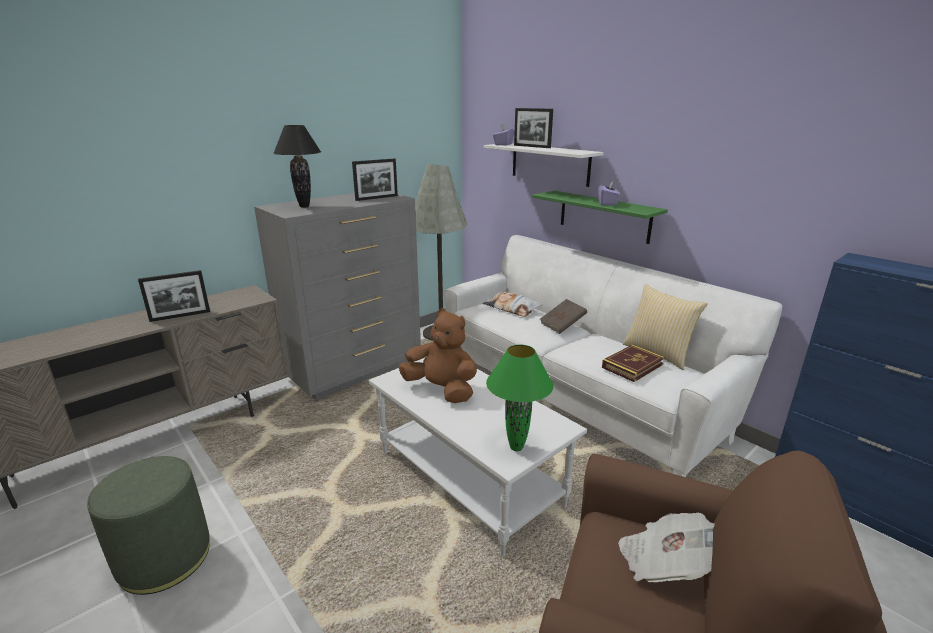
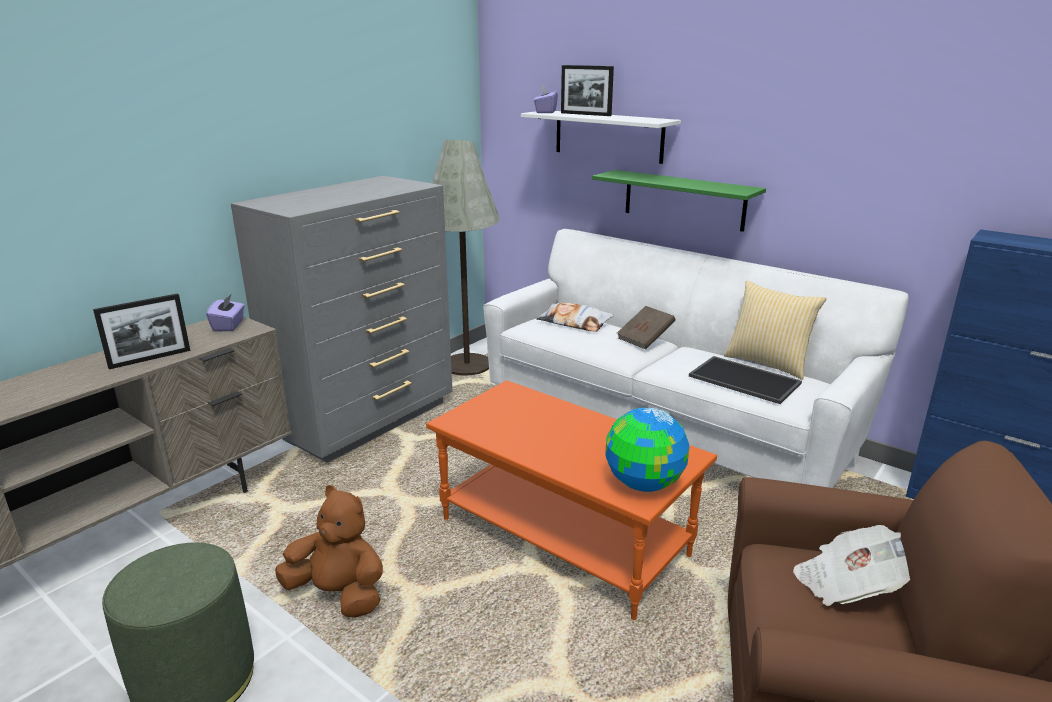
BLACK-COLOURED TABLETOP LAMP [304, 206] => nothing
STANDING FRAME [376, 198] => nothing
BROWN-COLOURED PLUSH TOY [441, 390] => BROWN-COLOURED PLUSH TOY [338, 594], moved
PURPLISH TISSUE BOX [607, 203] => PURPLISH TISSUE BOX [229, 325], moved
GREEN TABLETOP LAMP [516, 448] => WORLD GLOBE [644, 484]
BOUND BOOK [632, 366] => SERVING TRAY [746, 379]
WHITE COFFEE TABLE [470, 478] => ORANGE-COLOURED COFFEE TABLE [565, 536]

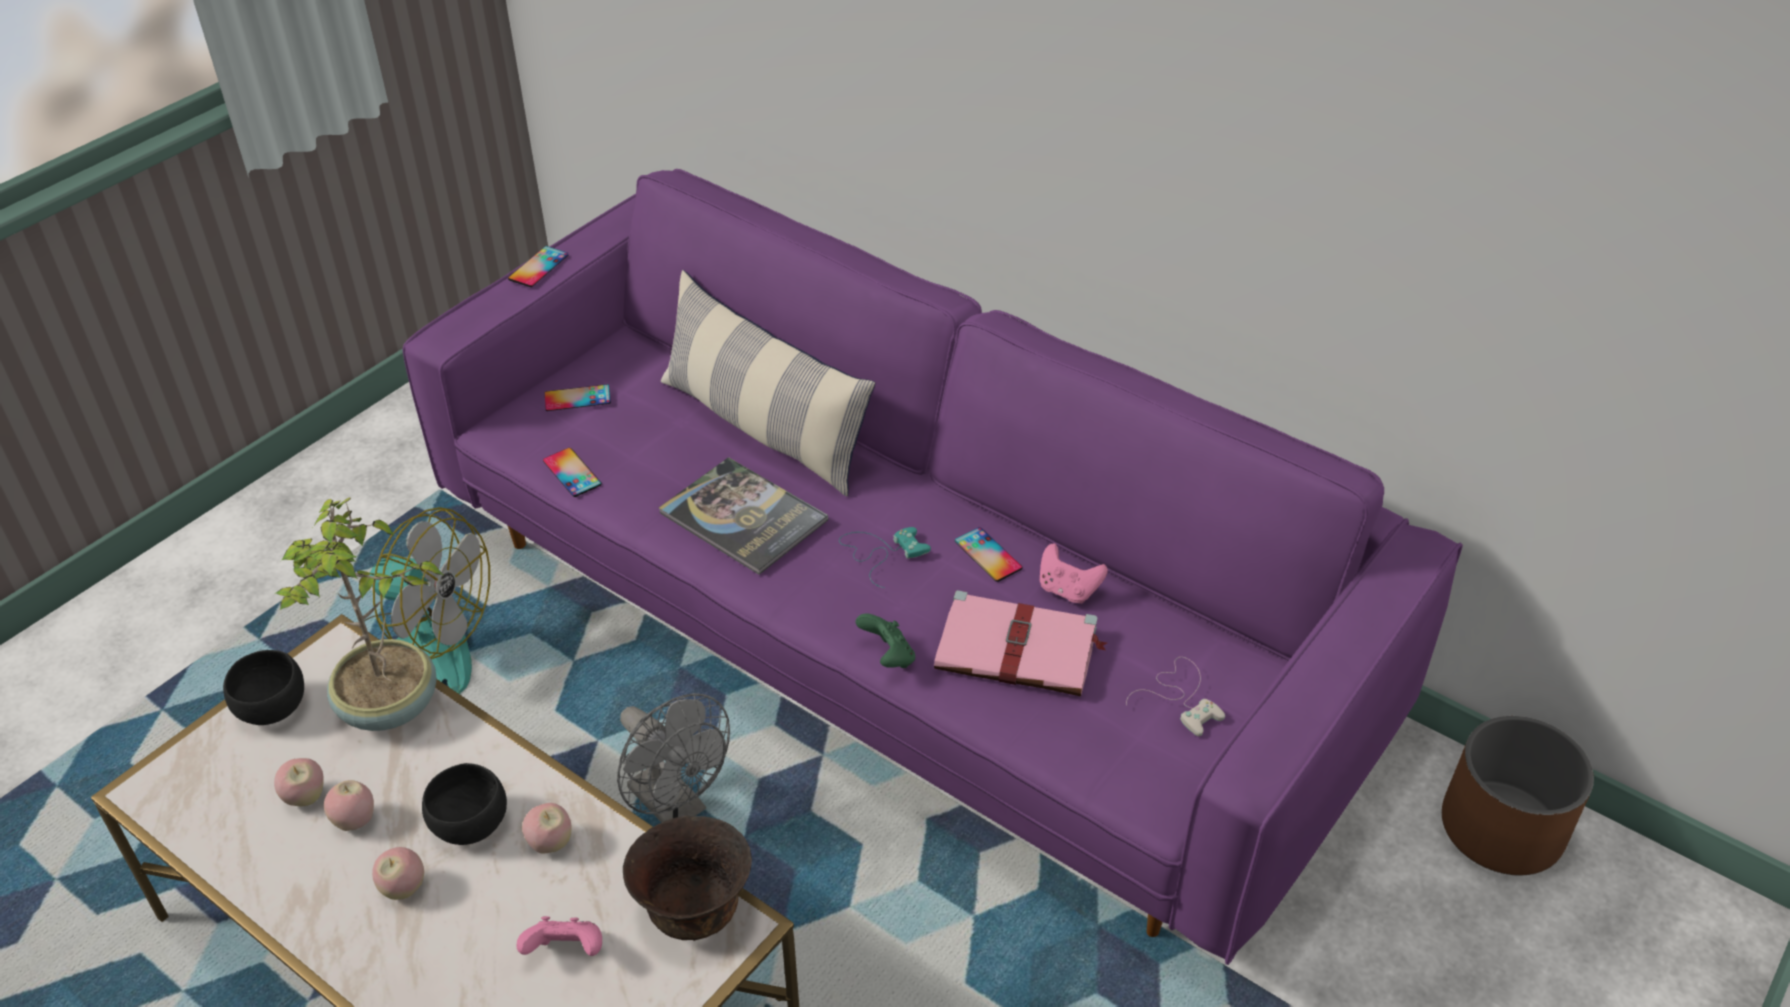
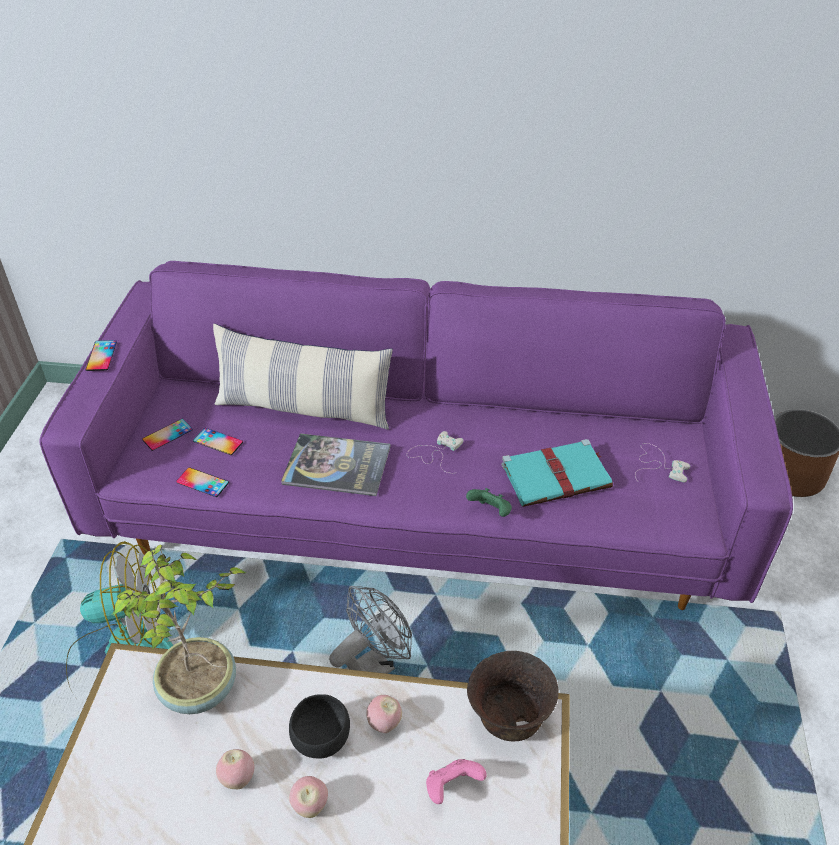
BLACK-COLOURED SERVING BOWL [272, 711] => nothing
APPLE [306, 797] => nothing
PINK JOYPAD [1068, 590] => nothing
HANDSET [988, 555] => HANDSET [218, 442], moved
TURQUOISE JOYPAD [881, 552] => WHITE JOYPAD [435, 453]
PINK BOUND BOOK [1019, 650] => TURQUOISE BOUND BOOK [557, 476]
GRAY FAN [676, 807] => GRAY FAN [372, 668], 60 degrees counterclockwise

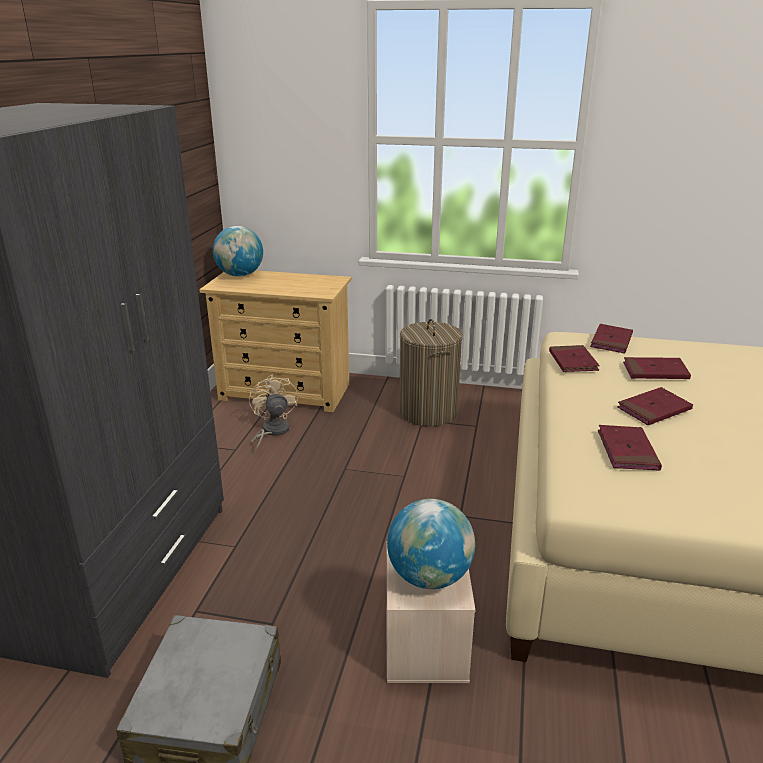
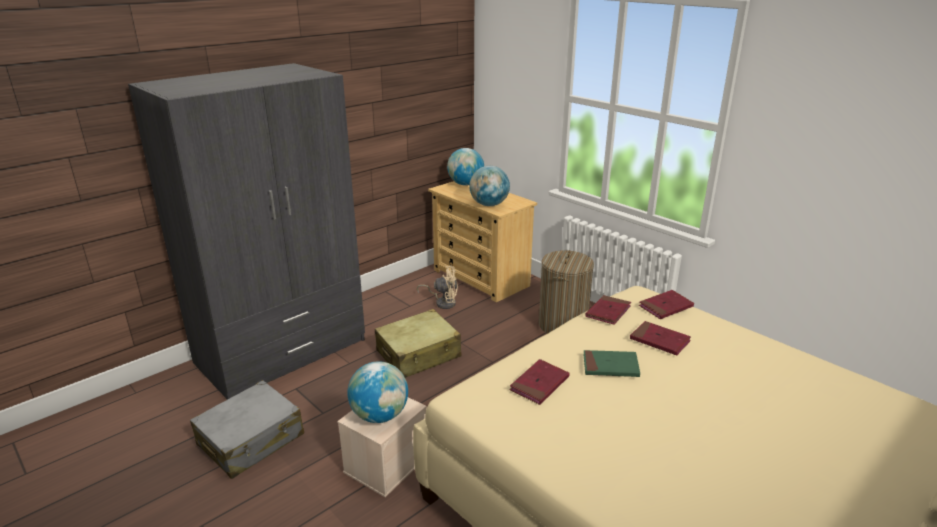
nothing => SAND-COLOURED TRAVEL CASE [419, 354]
nothing => WORLD GLOBE [489, 205]
REDDISH BOUND BOOK [654, 409] => GREEN BOUND BOOK [610, 366]
SAND-COLOURED FAN [272, 432] => SAND-COLOURED FAN [443, 302], 75 degrees clockwise

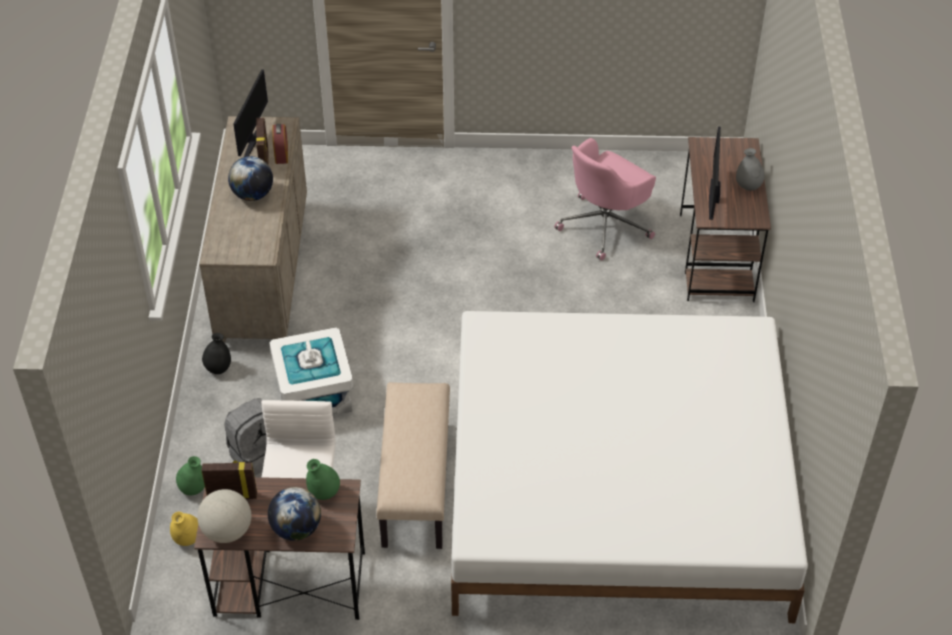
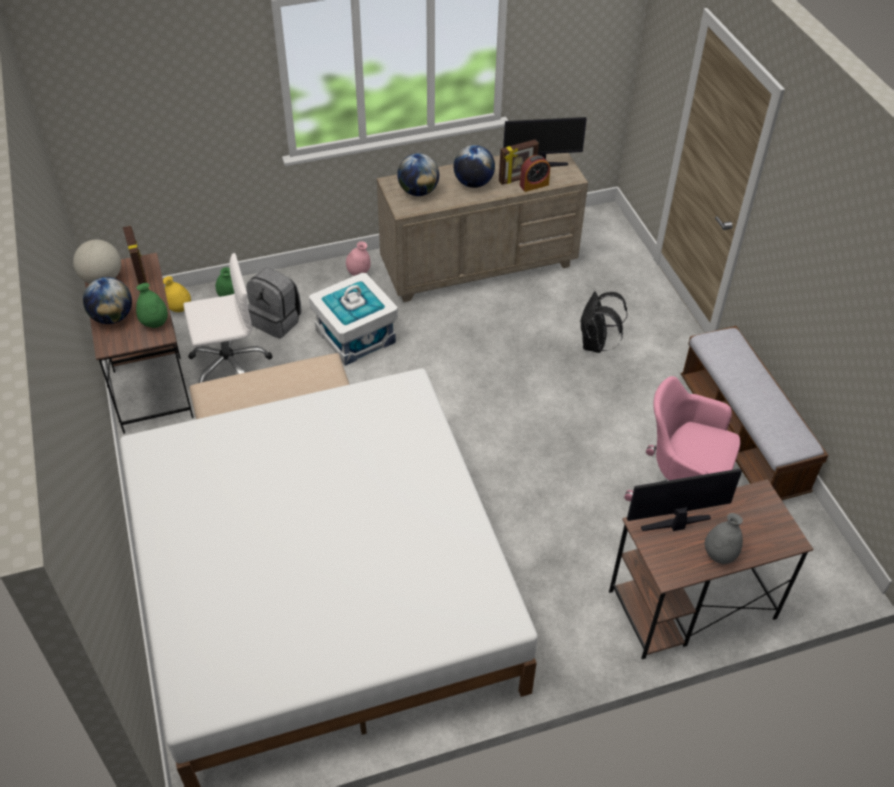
nothing => WORLD GLOBE [418, 191]
nothing => BLACK-COLOURED RUCKSACK [595, 344]
nothing => LONG SEAT [741, 435]
BLACK-COLOURED VASE [218, 368] => PINK VASE [358, 272]

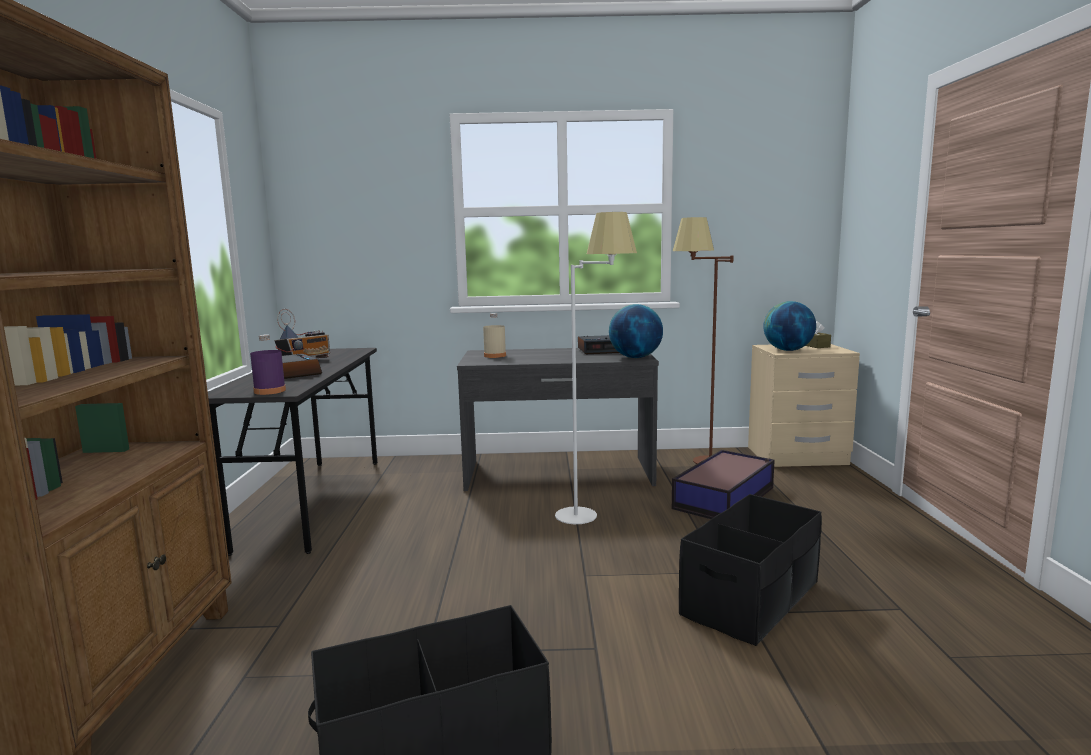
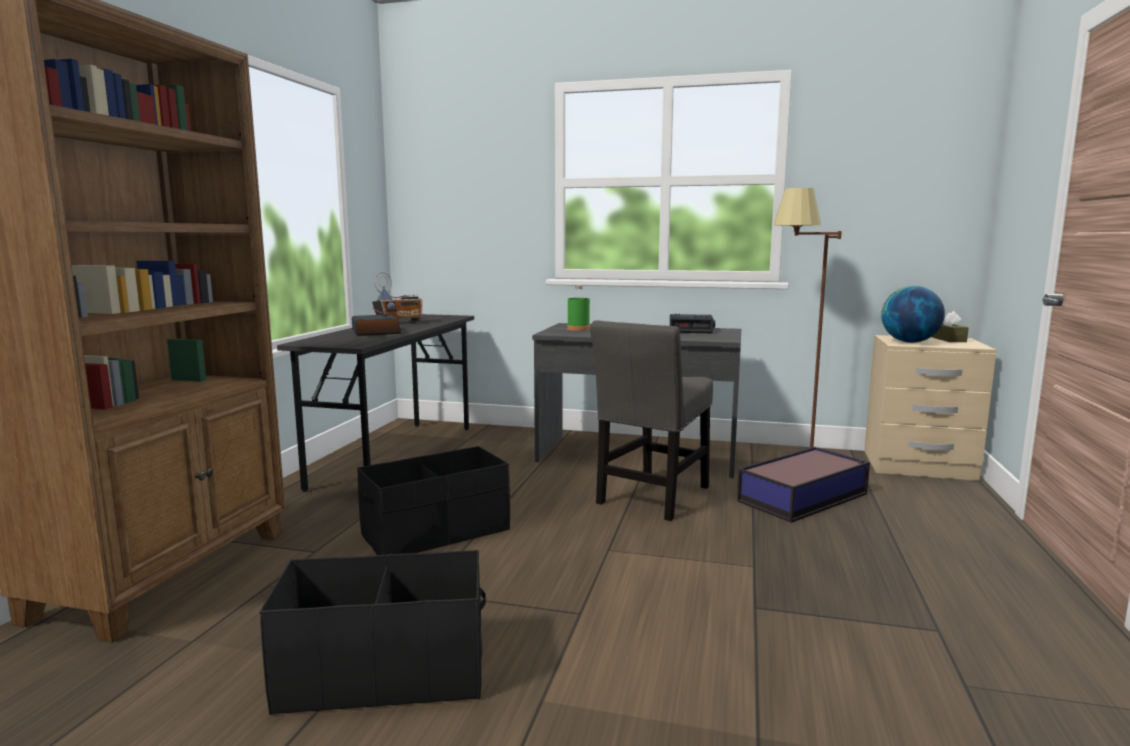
PURPLISH DRINK BOTTLE [270, 391] => nothing
WORLD GLOBE [635, 357] => nothing
BLACK-COLOURED STORAGE BOX [751, 598] => BLACK-COLOURED STORAGE BOX [436, 533], moved
WHITE STANDARD LAMP [595, 515] => GRAY UPRIGHT CHAIR [652, 497]
SAND-COLOURED DRINK BOTTLE [495, 356] => GREEN DRINK BOTTLE [578, 329]

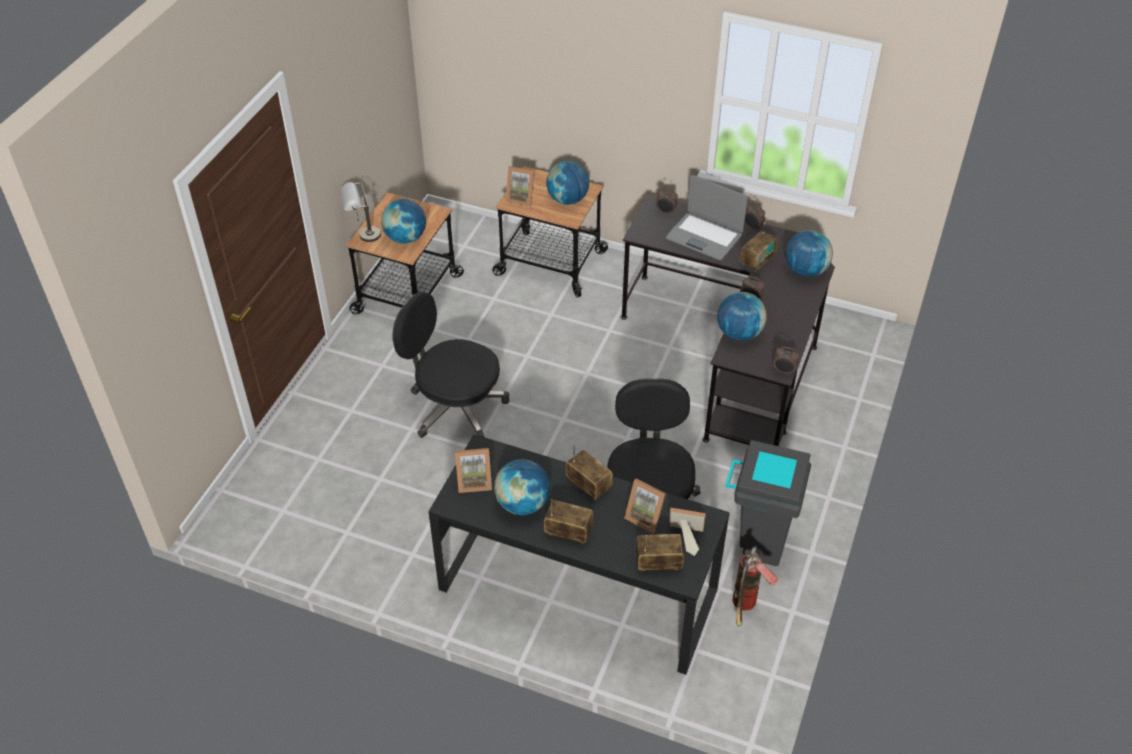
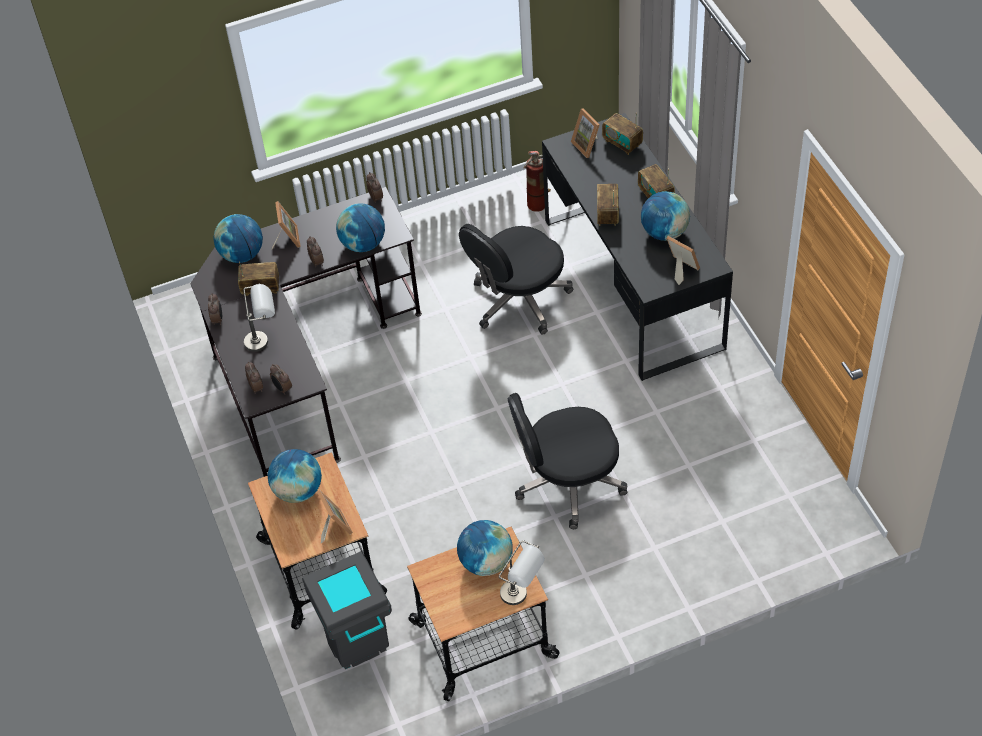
nothing => ALARM CLOCK [282, 389]
STANDING FRAME [645, 516] => STANDING FRAME [286, 239], moved
GRAY TRASH CAN [757, 542] => GRAY TRASH CAN [361, 653], moved
LAPTOP [704, 237] => GRAY TABLETOP LAMP [264, 340]
BLACK-COLOURED OFFICE CHAIR [455, 407] => BLACK-COLOURED OFFICE CHAIR [567, 483], 90 degrees clockwise

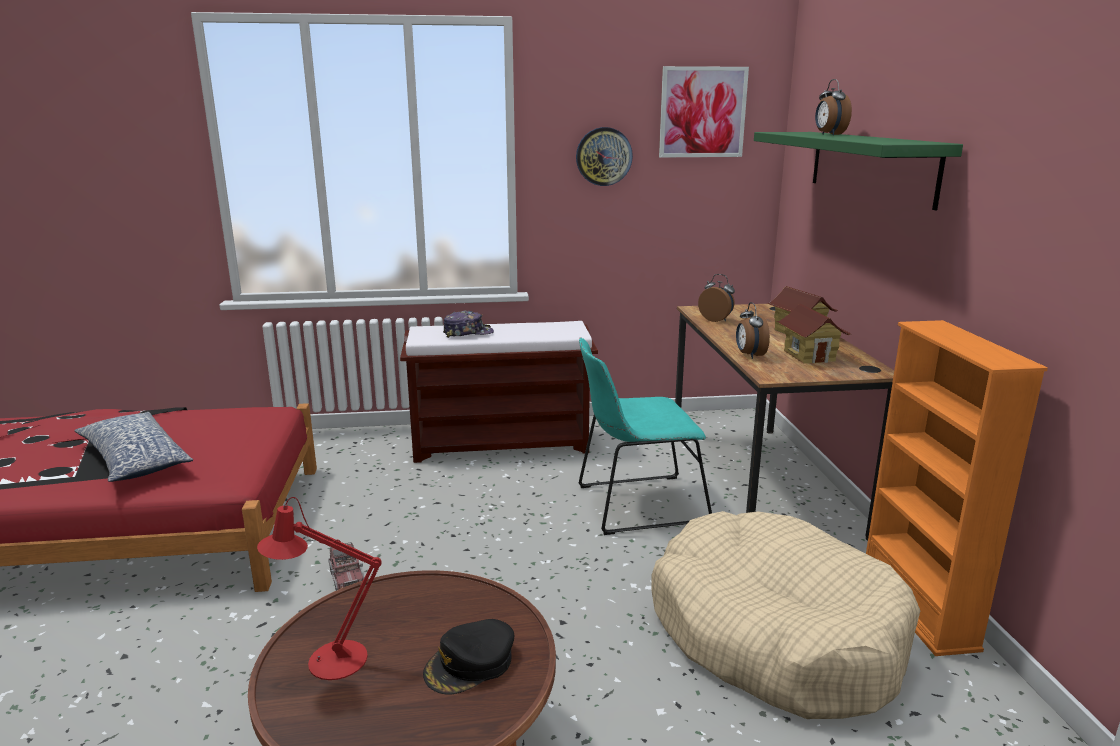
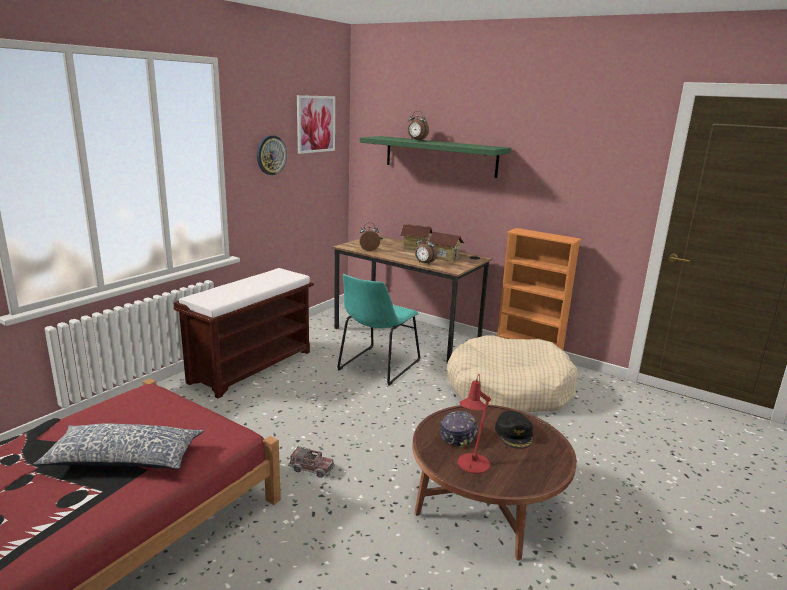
PEAKED CAP [468, 333] => PEAKED CAP [459, 434], moved

